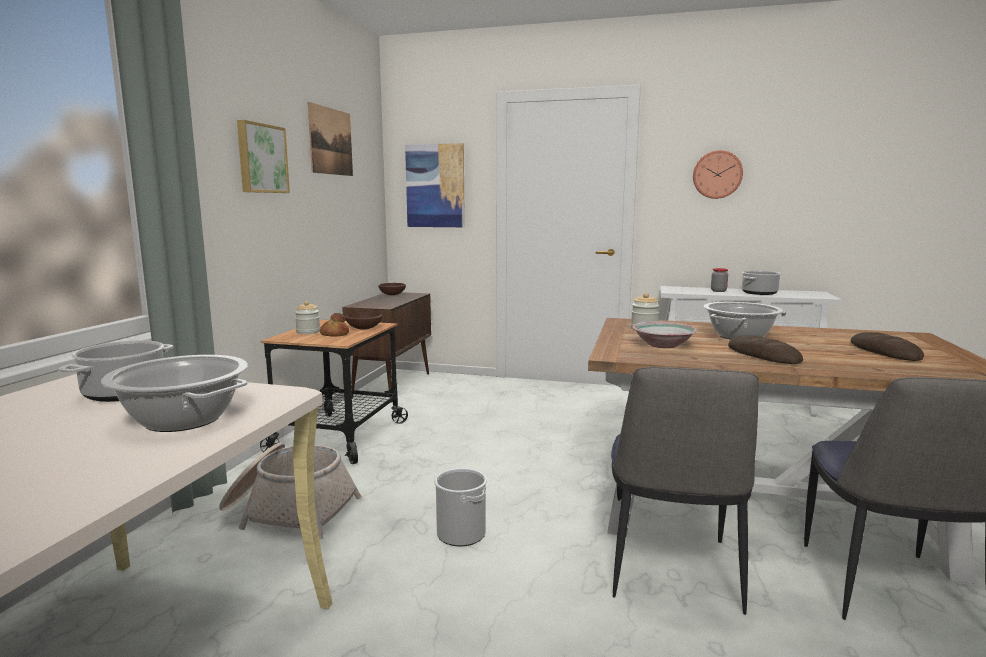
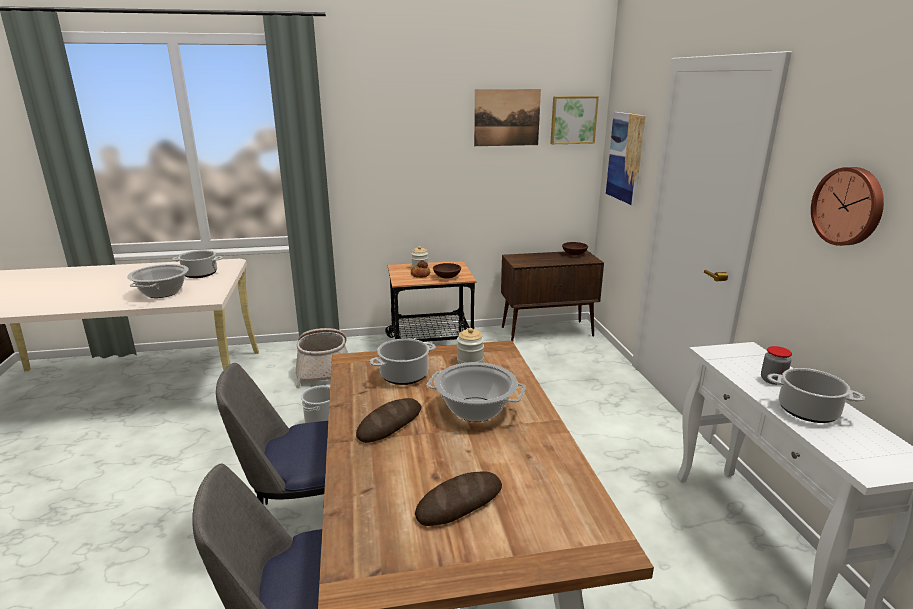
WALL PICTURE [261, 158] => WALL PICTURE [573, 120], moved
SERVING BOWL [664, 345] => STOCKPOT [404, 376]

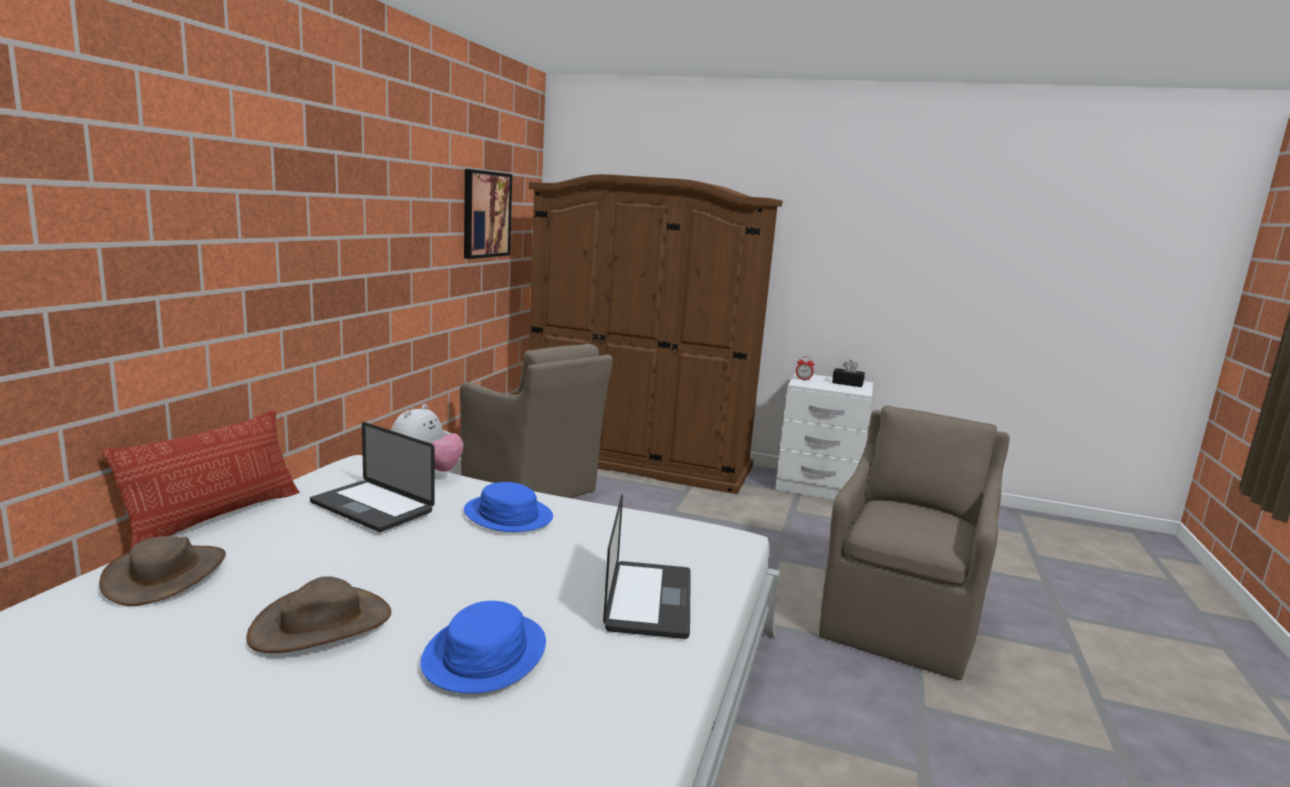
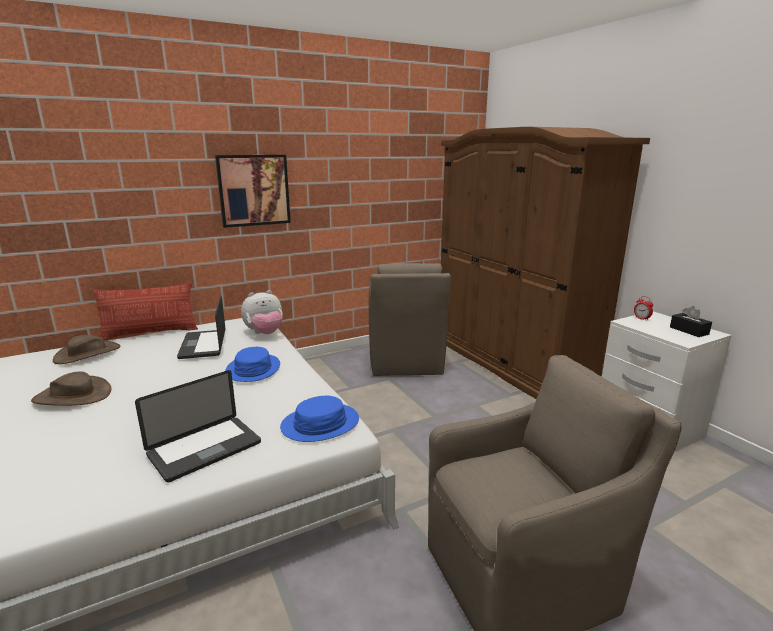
BLUISH HAT [485, 654] => BLUISH HAT [320, 424], moved
WALL PICTURE [486, 214] => WALL PICTURE [254, 190], moved

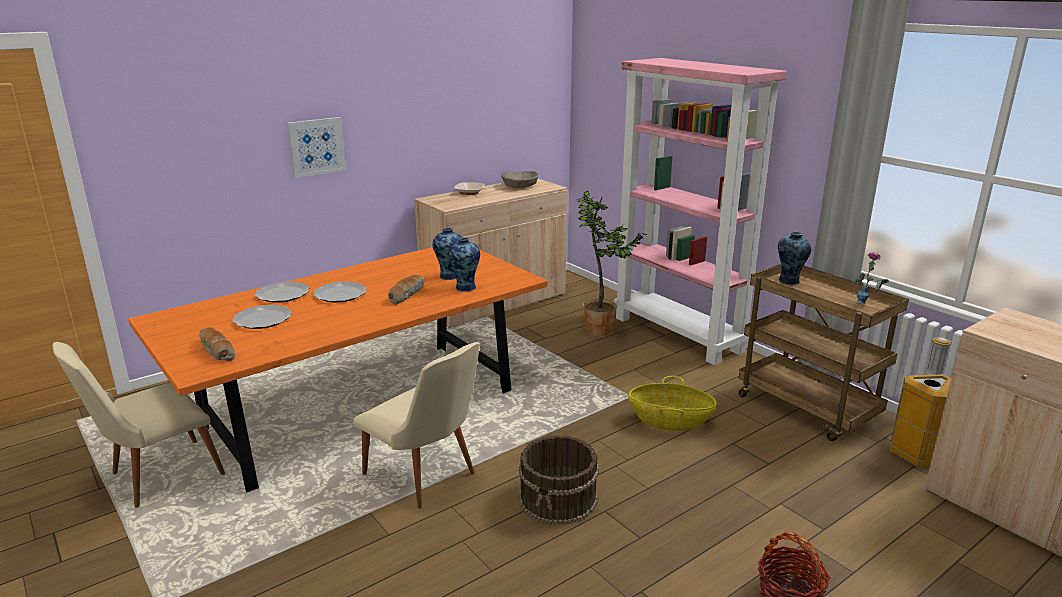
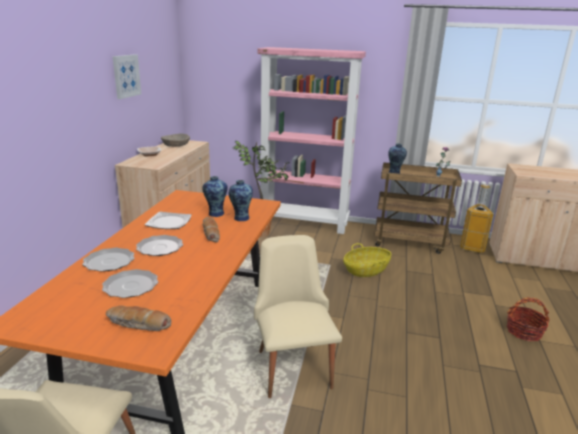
BROWN-COLOURED PAIL [559, 499] => nothing
nothing => PLATE [169, 222]
WALL PICTURE [316, 146] => WALL PICTURE [126, 76], moved
SAND-COLOURED UPRIGHT CHAIR [426, 479] => SAND-COLOURED UPRIGHT CHAIR [292, 363], 105 degrees counterclockwise

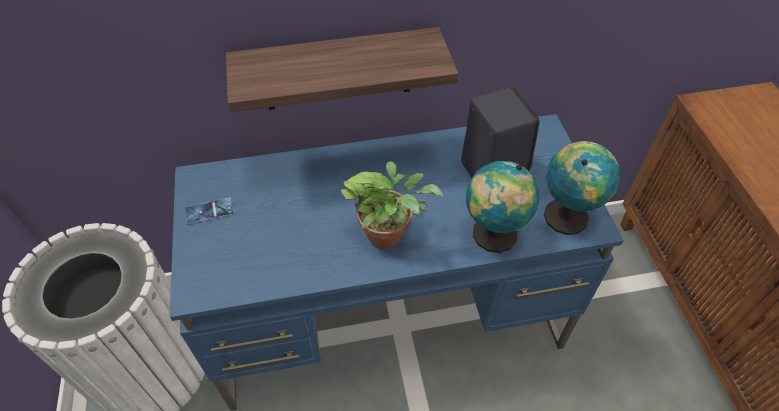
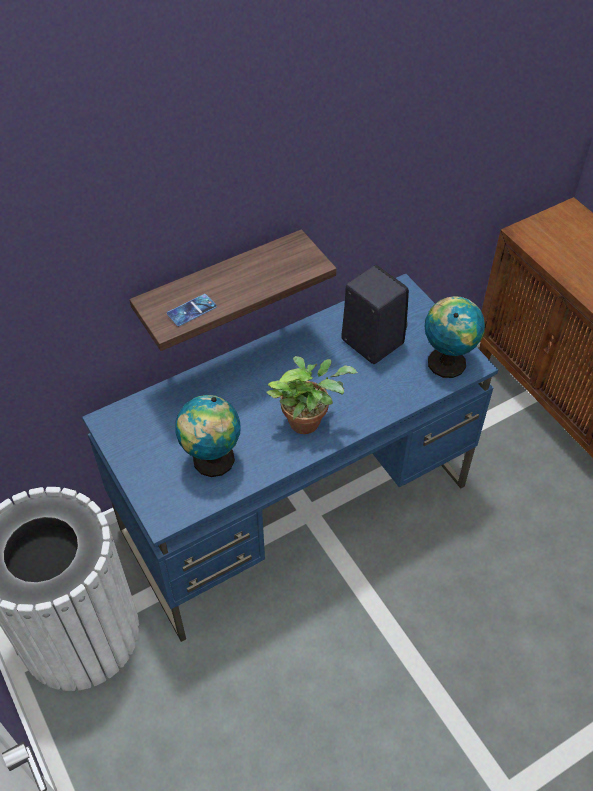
HANDSET [209, 211] => HANDSET [191, 310], moved
WORLD GLOBE [492, 236] => WORLD GLOBE [212, 462], moved

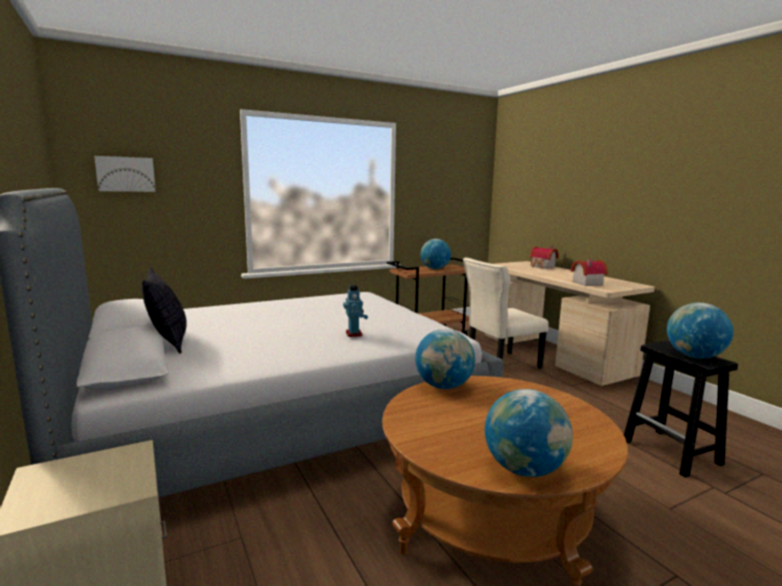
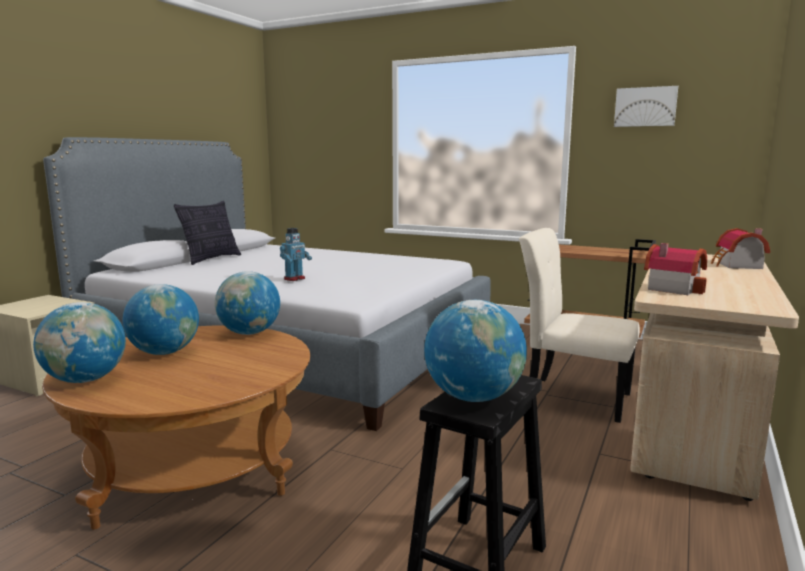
WALL PICTURE [126, 174] => WALL PICTURE [645, 107], moved
WORLD GLOBE [435, 269] => WORLD GLOBE [164, 352], moved

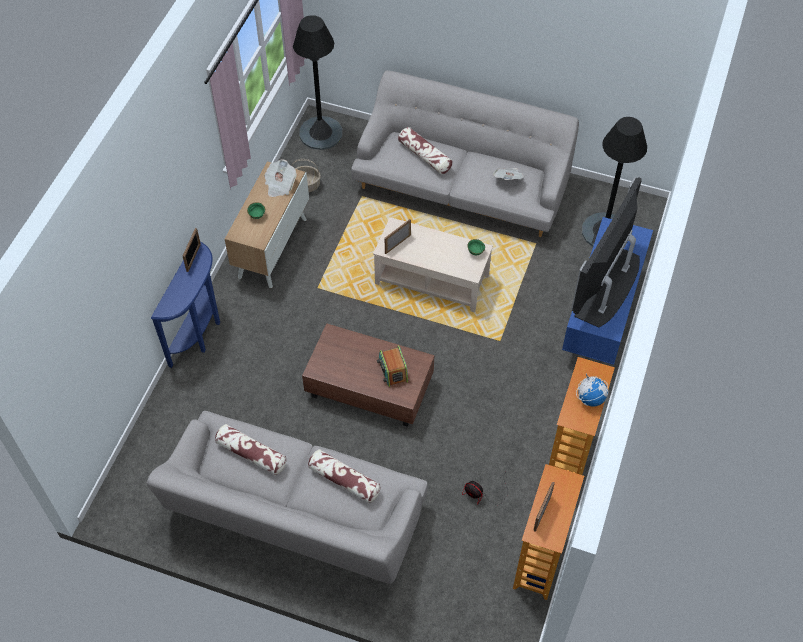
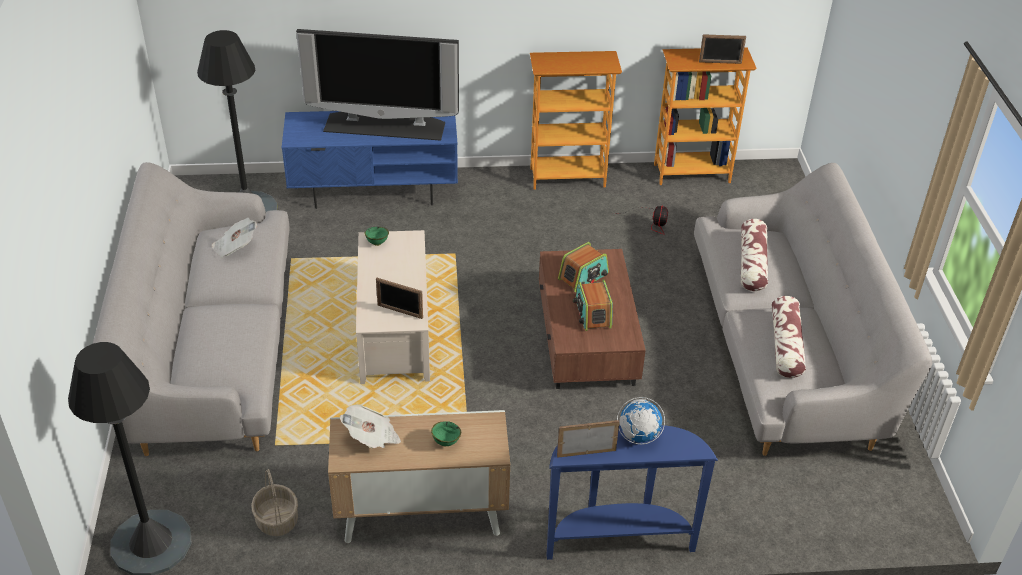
THROW PILLOW [425, 156] => nothing
nothing => RADIO RECEIVER [592, 314]
WORLD GLOBE [590, 398] => WORLD GLOBE [638, 436], moved

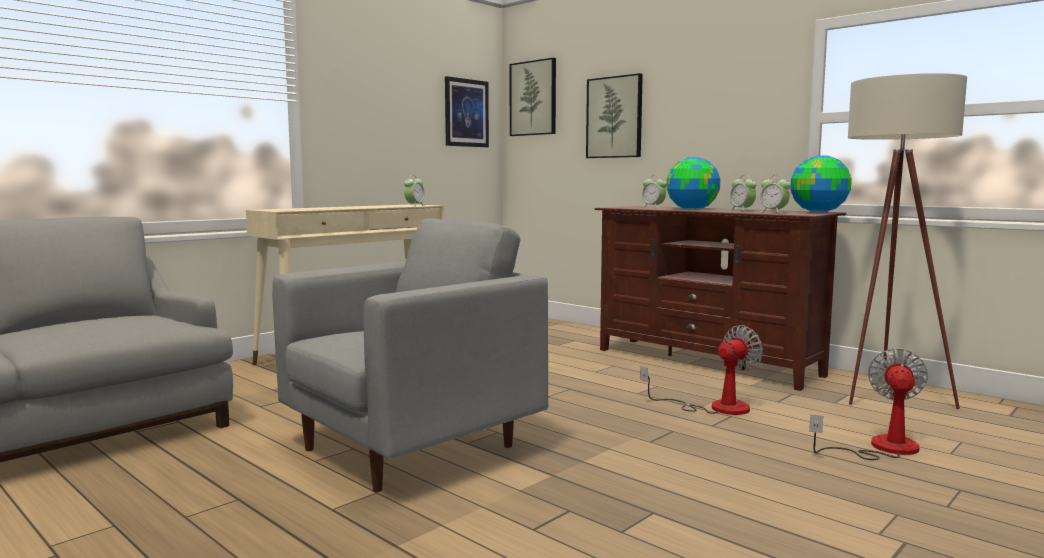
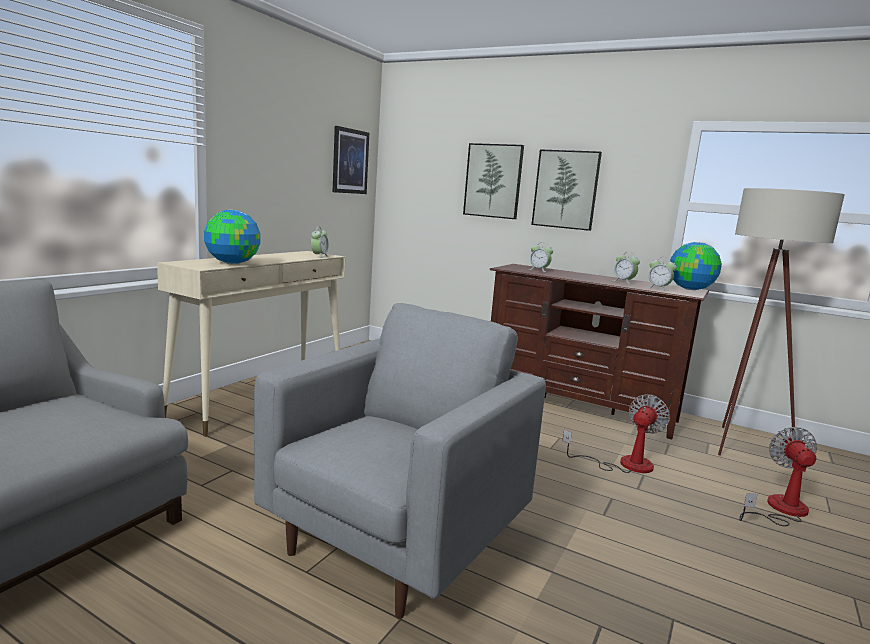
WALL PICTURE [533, 98] => WALL PICTURE [566, 189], moved
WORLD GLOBE [692, 209] => WORLD GLOBE [232, 263], moved

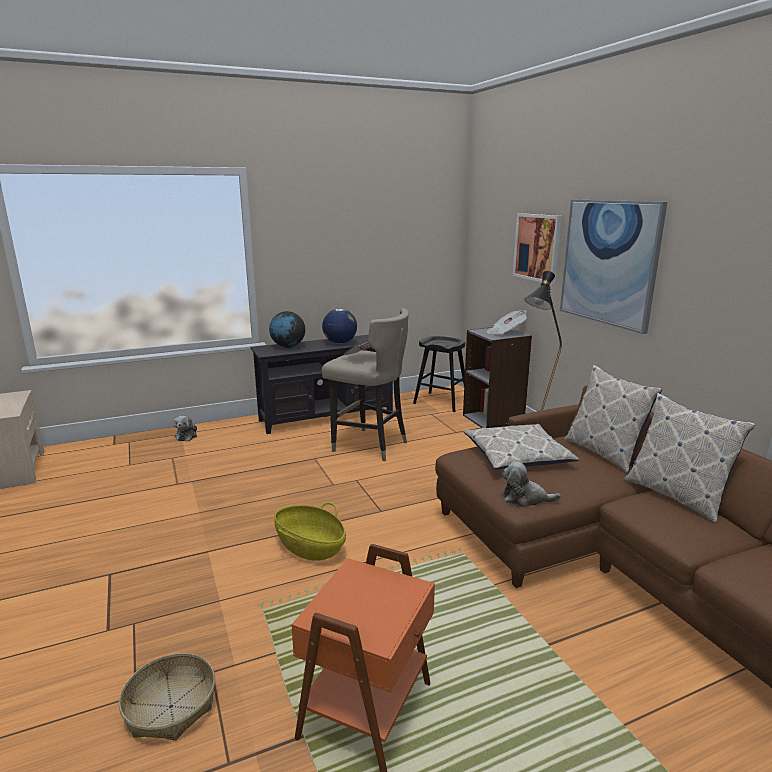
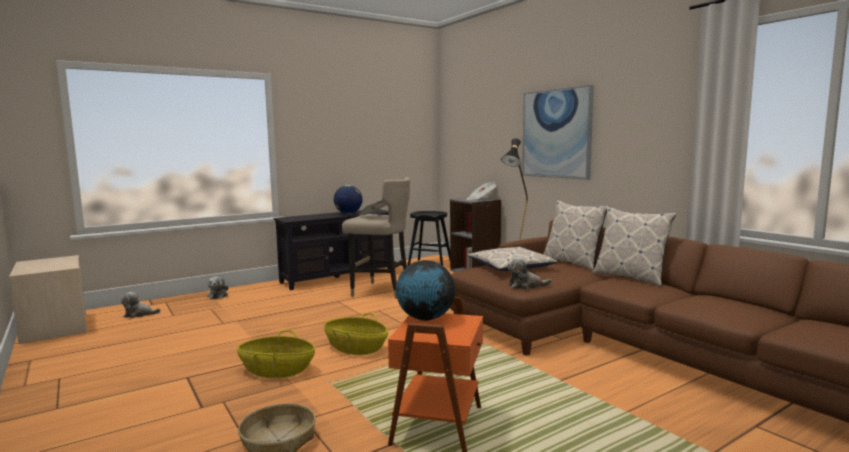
WALL PICTURE [537, 247] => nothing
nothing => PLUSH TOY [139, 314]
nothing => BASKET [277, 370]
WORLD GLOBE [288, 346] => WORLD GLOBE [425, 318], moved

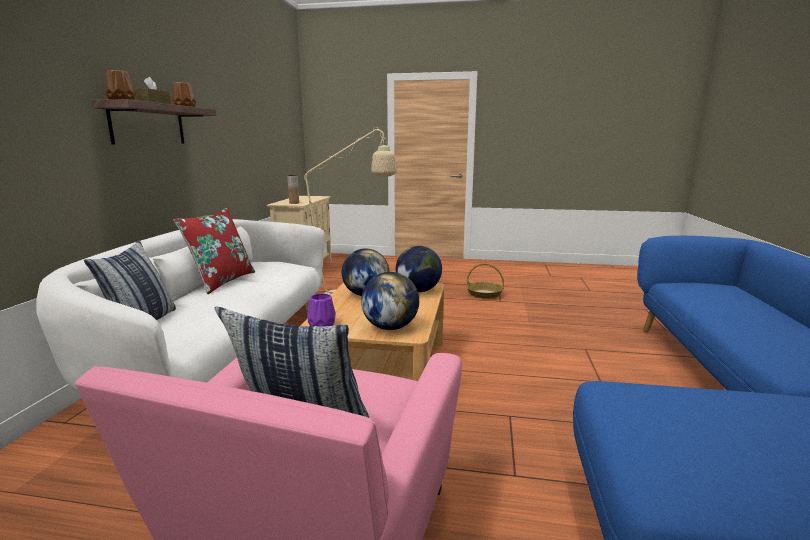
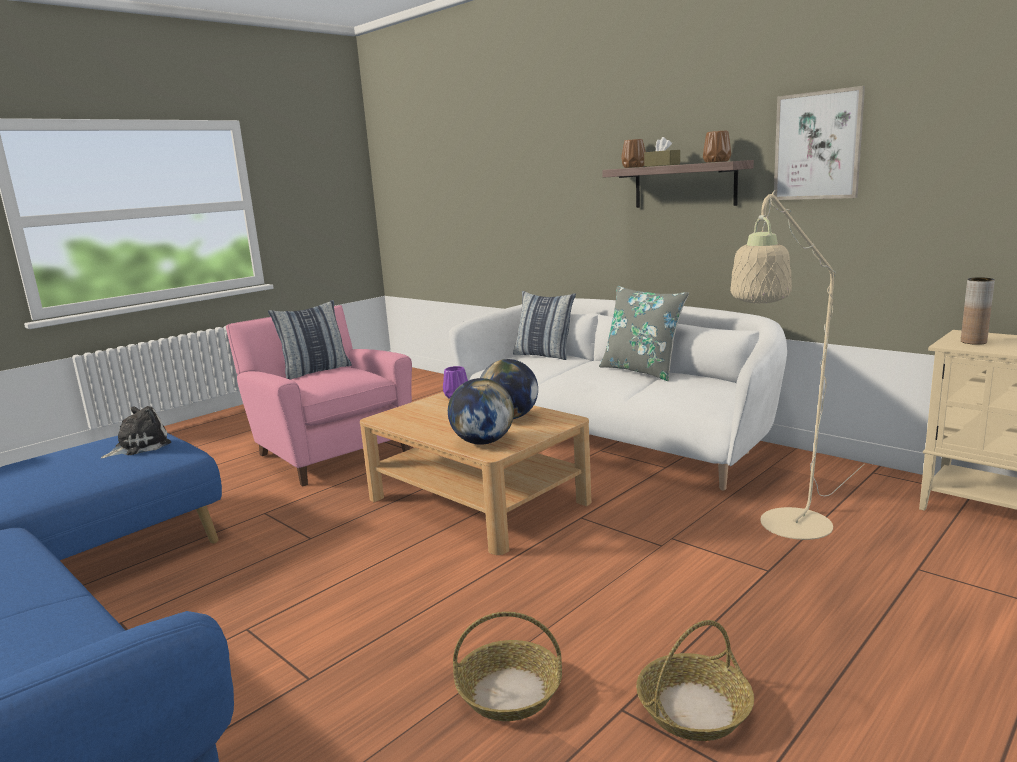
WORLD GLOBE [390, 327] => nothing
nothing => PLUSH TOY [139, 446]
nothing => BASKET [510, 692]
nothing => WALL PICTURE [817, 146]
REDDISH THROW PILLOW [221, 281] => GRAY THROW PILLOW [642, 370]

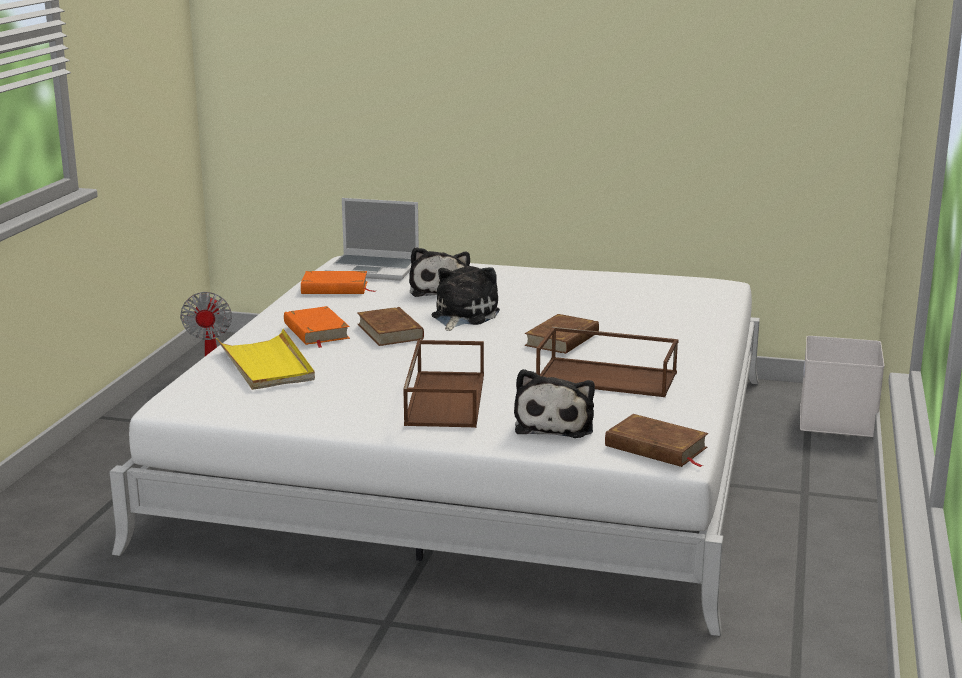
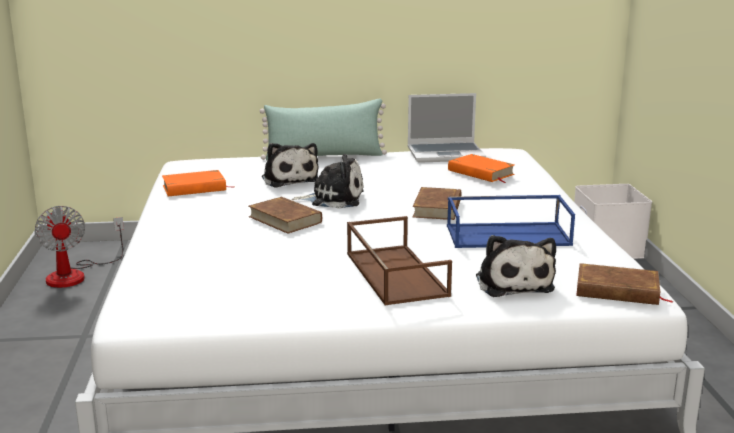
YELLOW-COLOURED SERVING TRAY [267, 364] => nothing
nothing => GREEN THROW PILLOW [324, 156]
ORANGE-COLOURED BOUND BOOK [316, 331] => ORANGE-COLOURED BOUND BOOK [481, 172], moved
LAPTOP [374, 269] => LAPTOP [446, 154], moved
BROWN-COLOURED SERVING TRAY [608, 377] => BLUISH SERVING TRAY [509, 235]
PLUSH TOY [462, 316] => PLUSH TOY [333, 199], 90 degrees clockwise

